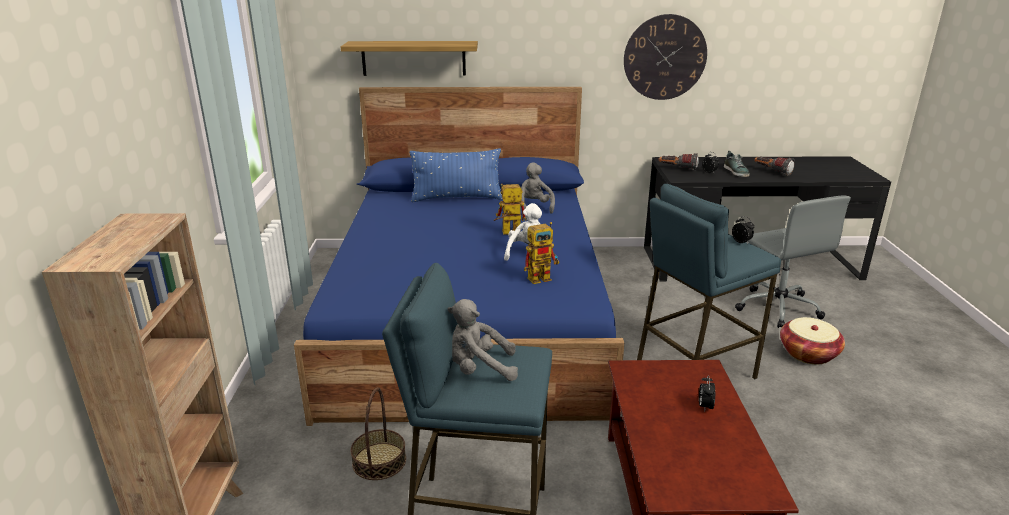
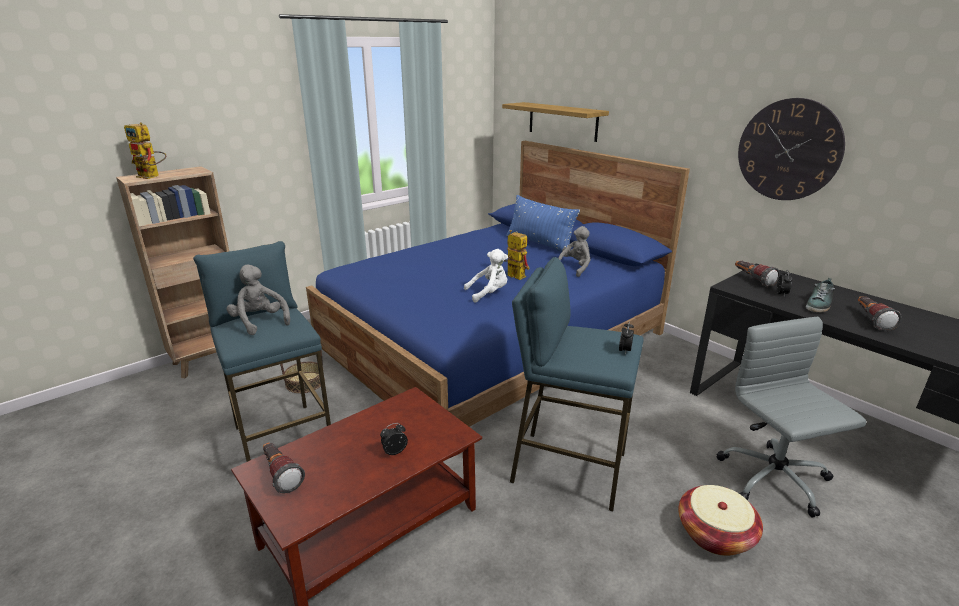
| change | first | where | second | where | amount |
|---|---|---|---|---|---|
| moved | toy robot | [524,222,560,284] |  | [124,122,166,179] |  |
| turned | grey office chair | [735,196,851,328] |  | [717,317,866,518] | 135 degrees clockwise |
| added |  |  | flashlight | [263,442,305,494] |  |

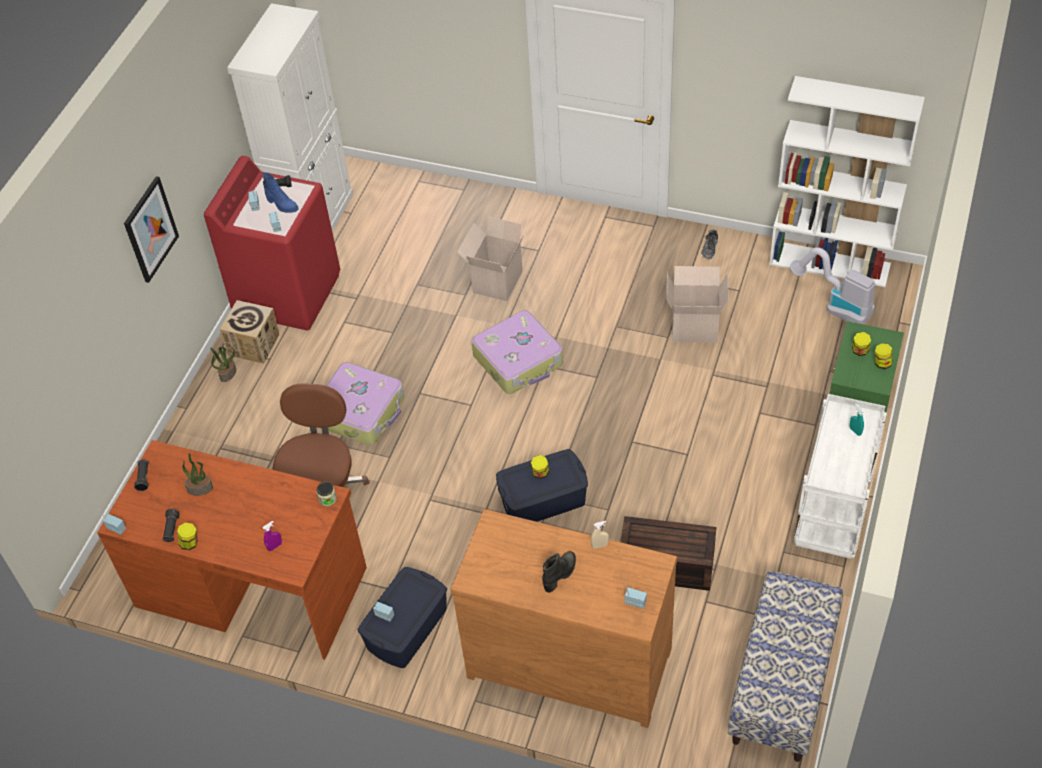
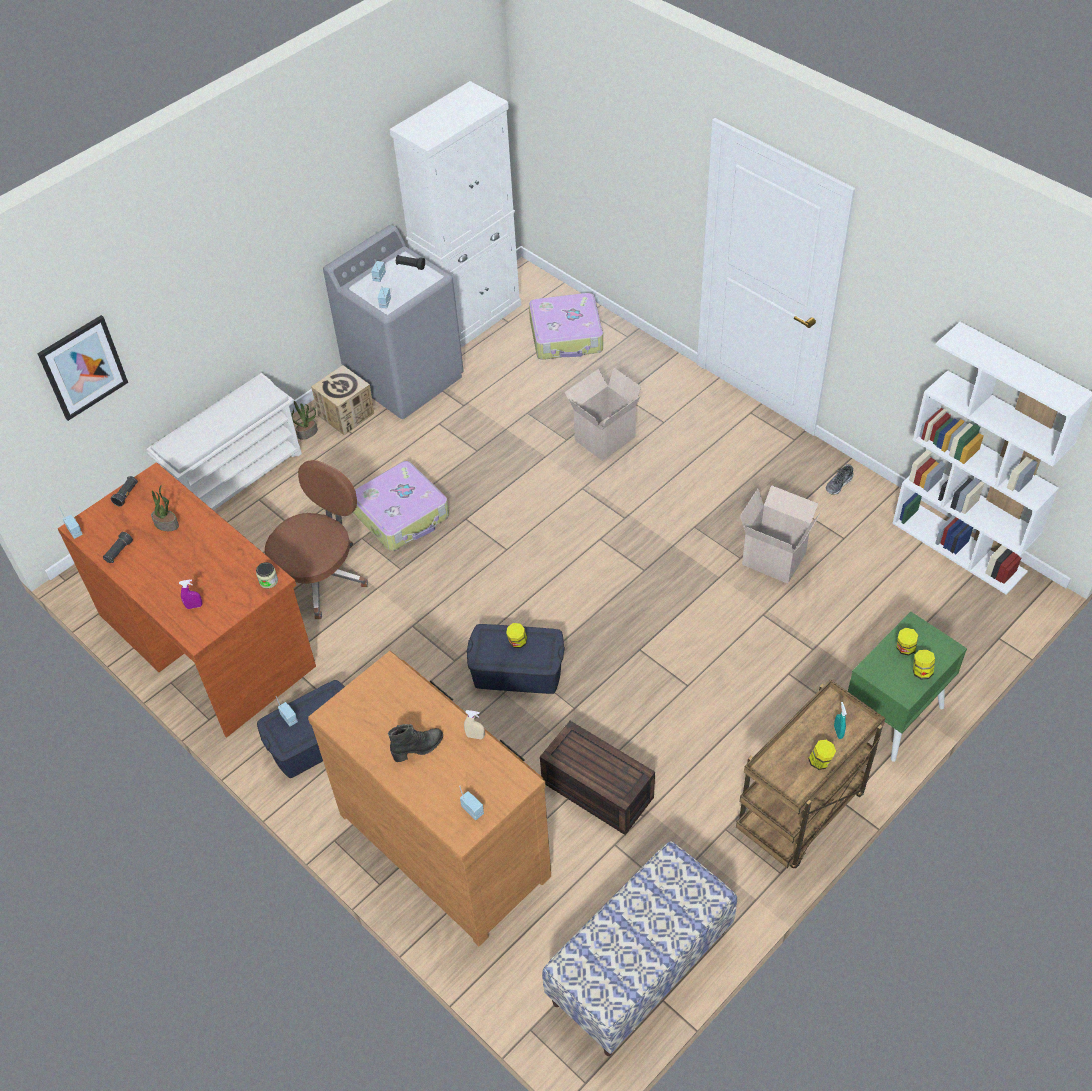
| change | first | where | second | where | amount |
|---|---|---|---|---|---|
| moved | picture | [124,176,179,283] |  | [37,315,128,421] |  |
| moved | jar | [177,523,197,550] |  | [808,740,836,770] |  |
| recoloured | red washing machine | [204,156,340,330] | grey washing machine | [323,225,463,419] |  |
| removed | blue boot | [262,173,299,213] |  |  |  |
| moved | suitcase | [471,310,563,394] |  | [529,293,603,360] |  |
| removed | vacuum cleaner | [790,247,875,324] |  |  |  |
| recoloured | white cart | [794,394,887,559] | brown cart | [736,680,886,868] |  |
| added |  |  | white shoe rack | [147,373,302,511] |  |

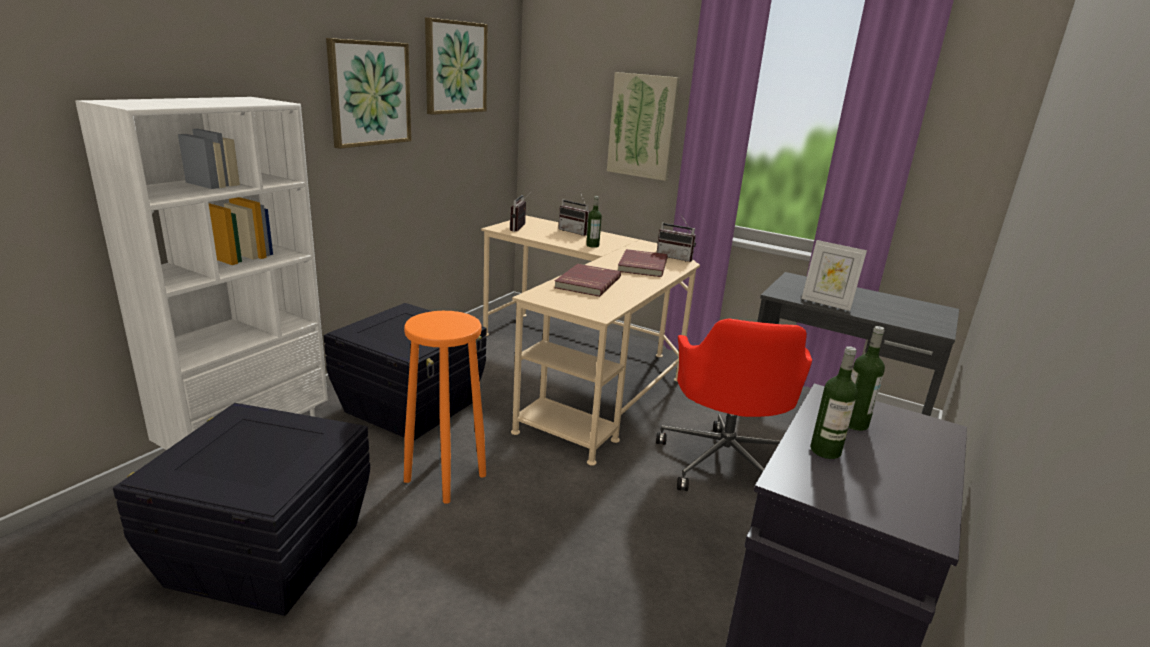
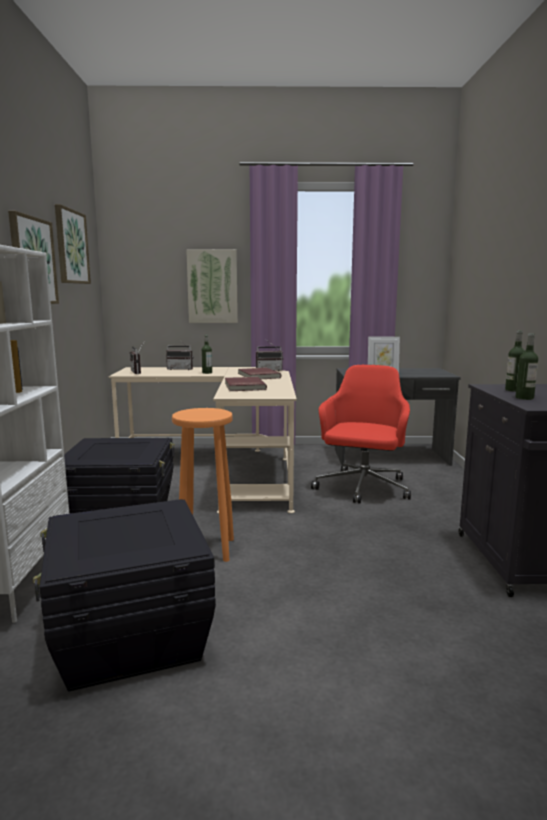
| change | first | where | second | where | amount |
|---|---|---|---|---|---|
| turned | red office chair | [656,319,812,491] |  | [311,365,411,503] | 135 degrees counterclockwise |

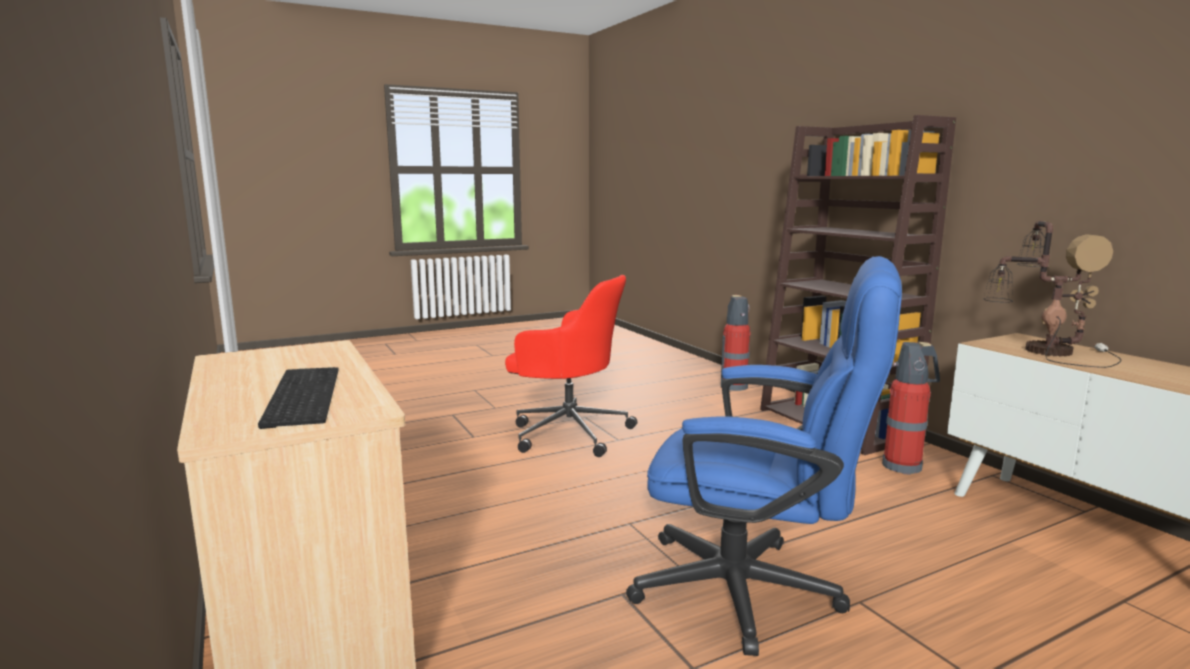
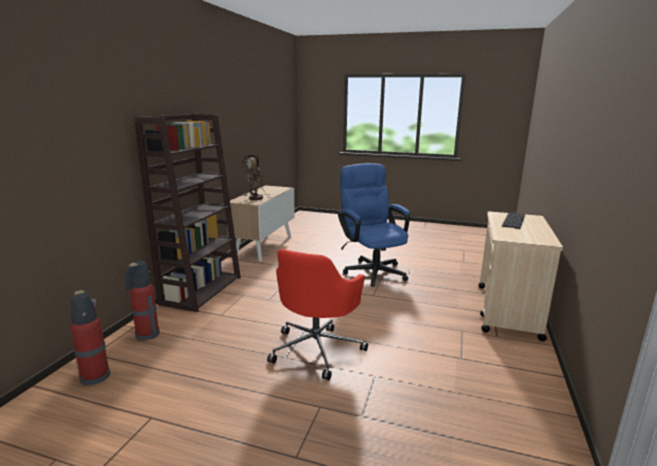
| change | first | where | second | where | amount |
|---|---|---|---|---|---|
| turned | red office chair | [505,275,637,457] |  | [267,249,368,380] | 135 degrees counterclockwise |
| moved | fire extinguisher | [882,342,940,475] |  | [70,290,111,385] |  |

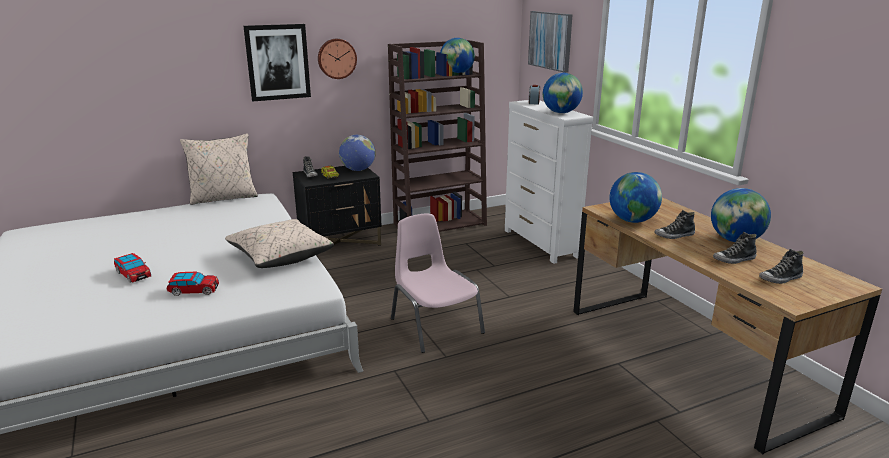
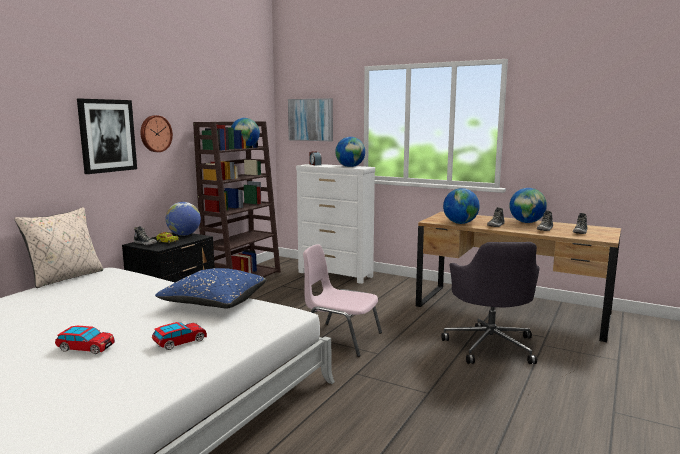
| change | first | where | second | where | amount |
|---|---|---|---|---|---|
| recoloured | beige pillow | [225,219,334,268] | blue pillow | [155,268,266,309] |  |
| added |  |  | grey office chair | [441,242,540,364] |  |

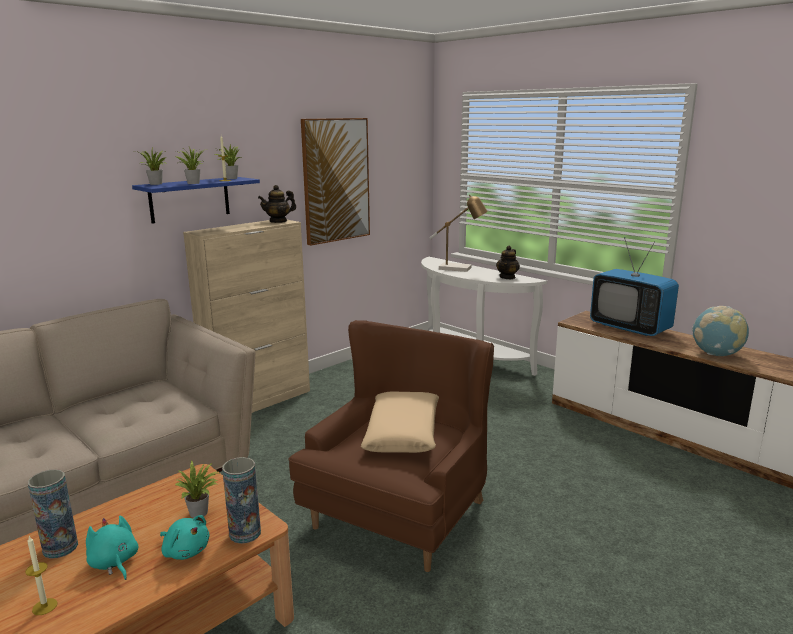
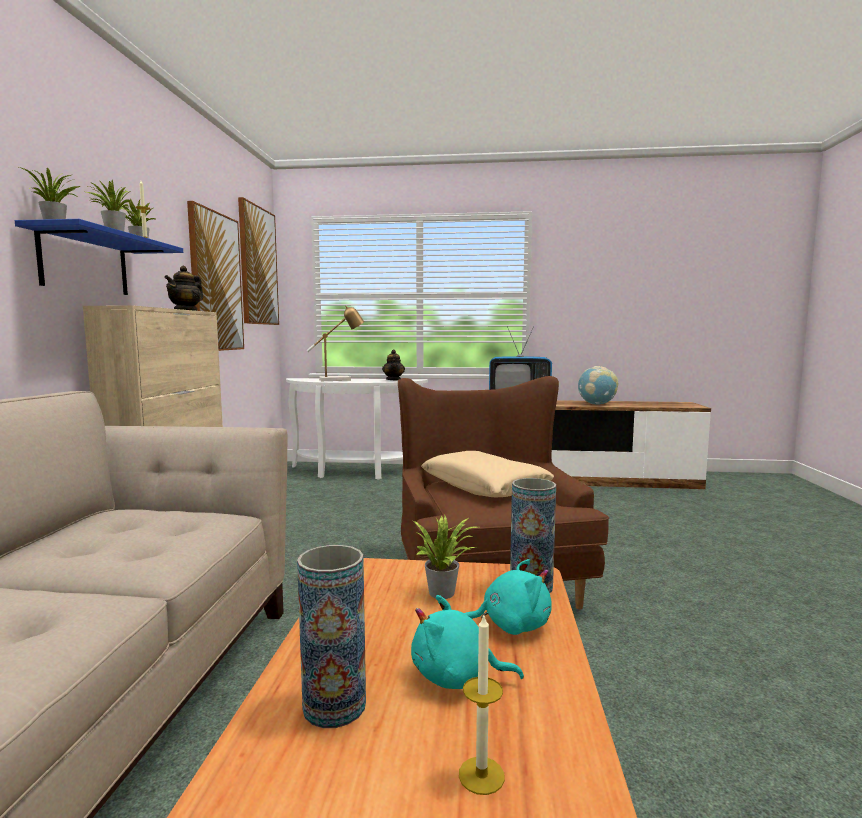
| change | first | where | second | where | amount |
|---|---|---|---|---|---|
| added |  |  | picture | [238,197,279,325] |  |

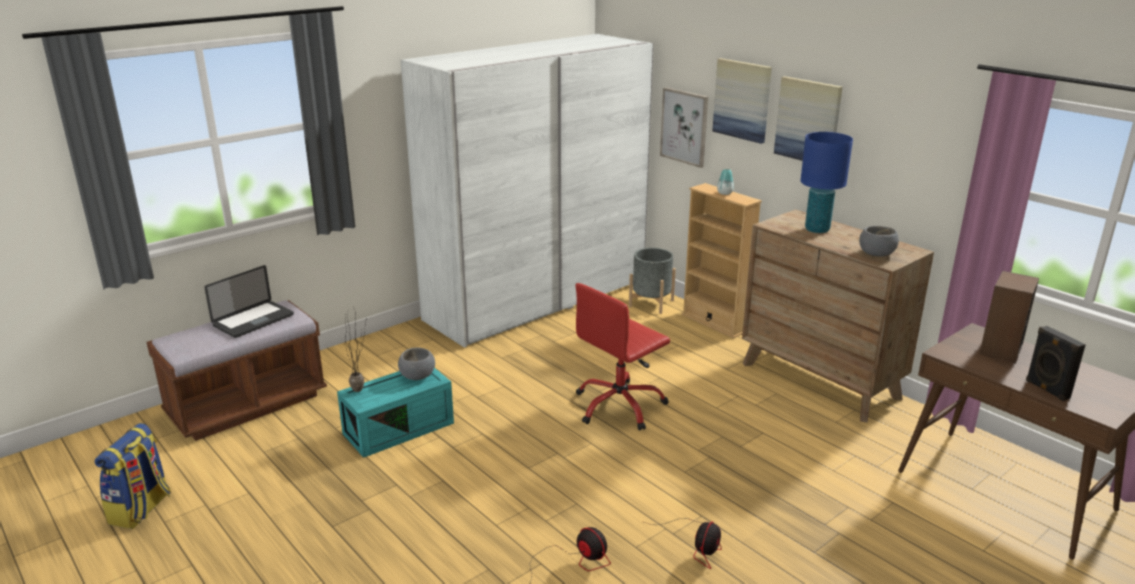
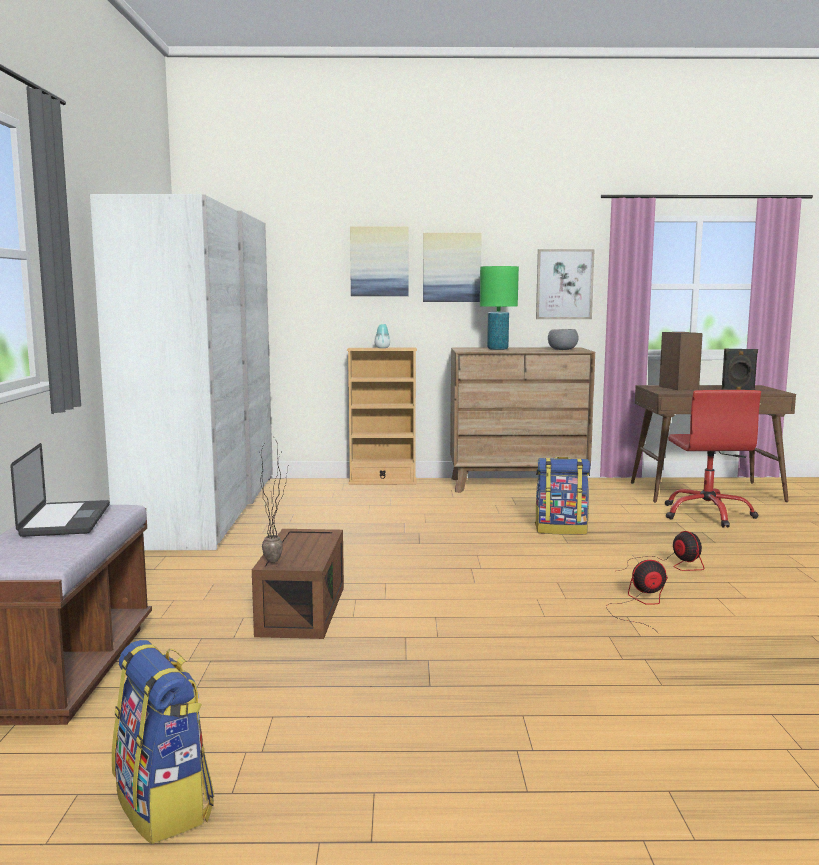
| change | first | where | second | where | amount |
|---|---|---|---|---|---|
| recoloured | turquoise storage box | [337,368,454,458] | brown storage box | [252,529,344,639] |  |
| removed | grey bowl | [398,348,435,380] |  |  |  |
| moved | red office chair | [575,283,670,431] |  | [665,390,761,528] |  |
| removed | grey planter | [629,248,676,314] |  |  |  |
| moved | picture | [660,87,708,168] |  | [536,249,595,319] |  |
| recoloured | blue table lamp | [800,132,853,233] | green table lamp | [480,266,519,350] |  |
| added |  |  | backpack | [535,457,591,535] |  |

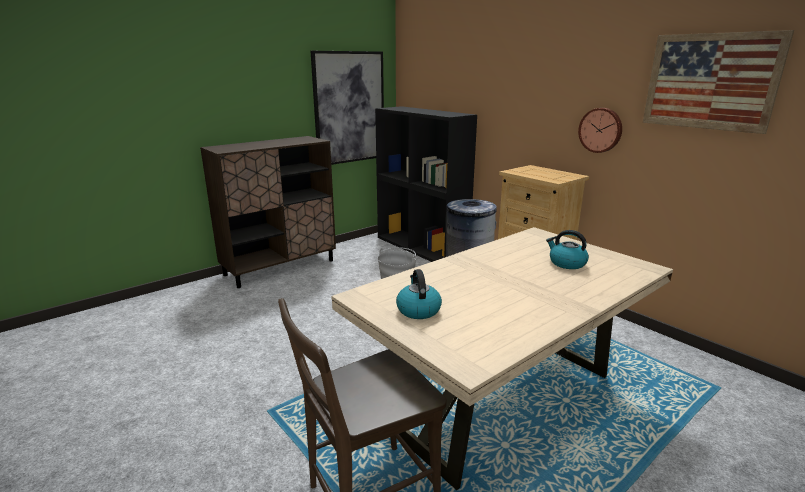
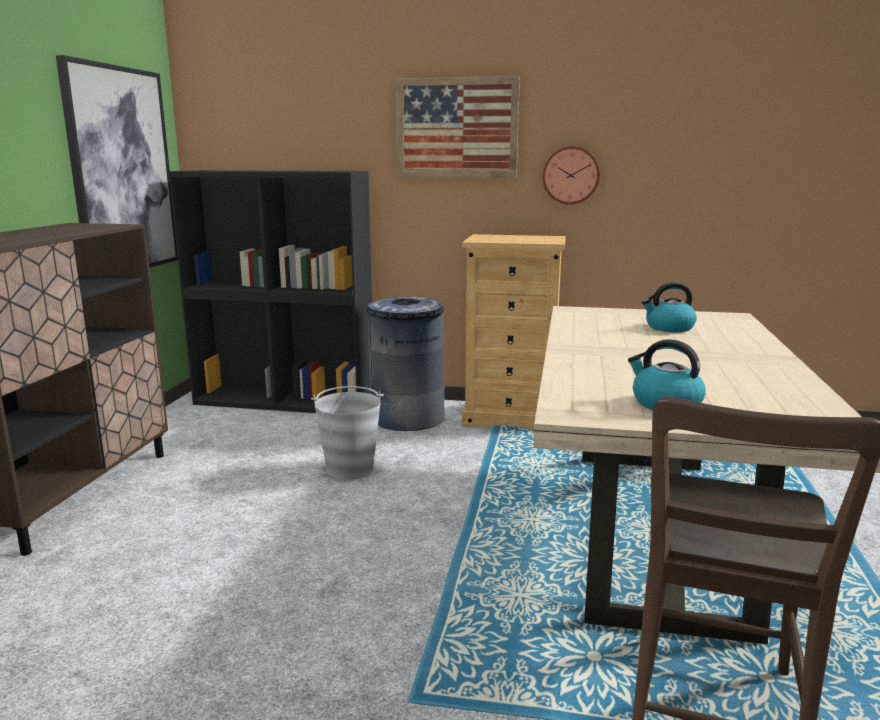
| change | first | where | second | where | amount |
|---|---|---|---|---|---|
| moved | picture | [643,30,794,134] |  | [396,76,520,178] |  |

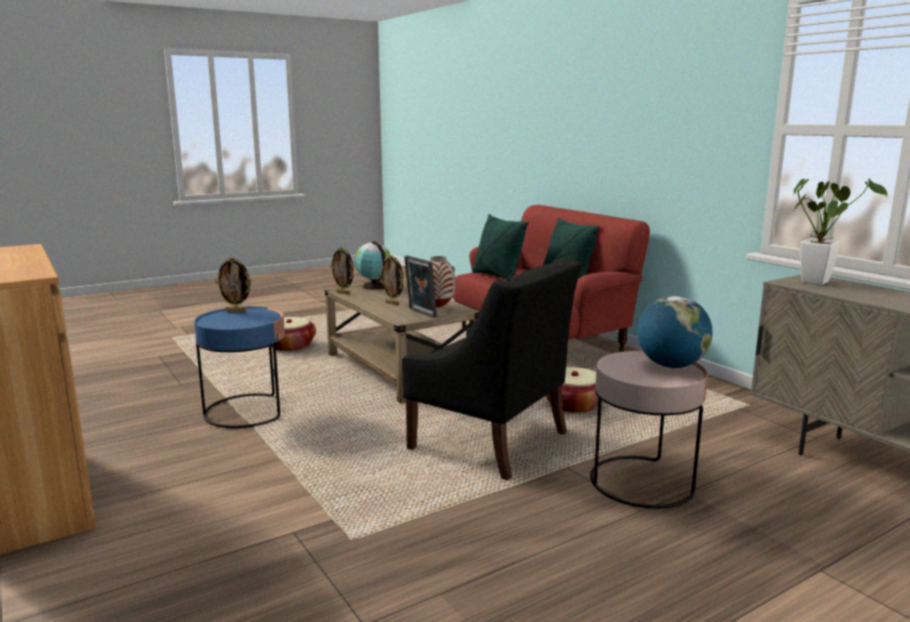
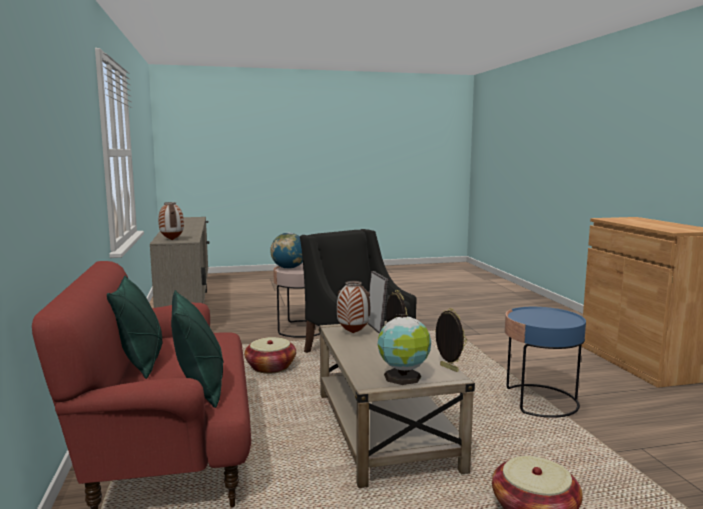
| change | first | where | second | where | amount |
|---|---|---|---|---|---|
| removed | picture frame | [215,257,252,312] |  |  |  |
| replaced | potted plant | [794,178,888,285] | vase | [158,202,184,240] |  |

